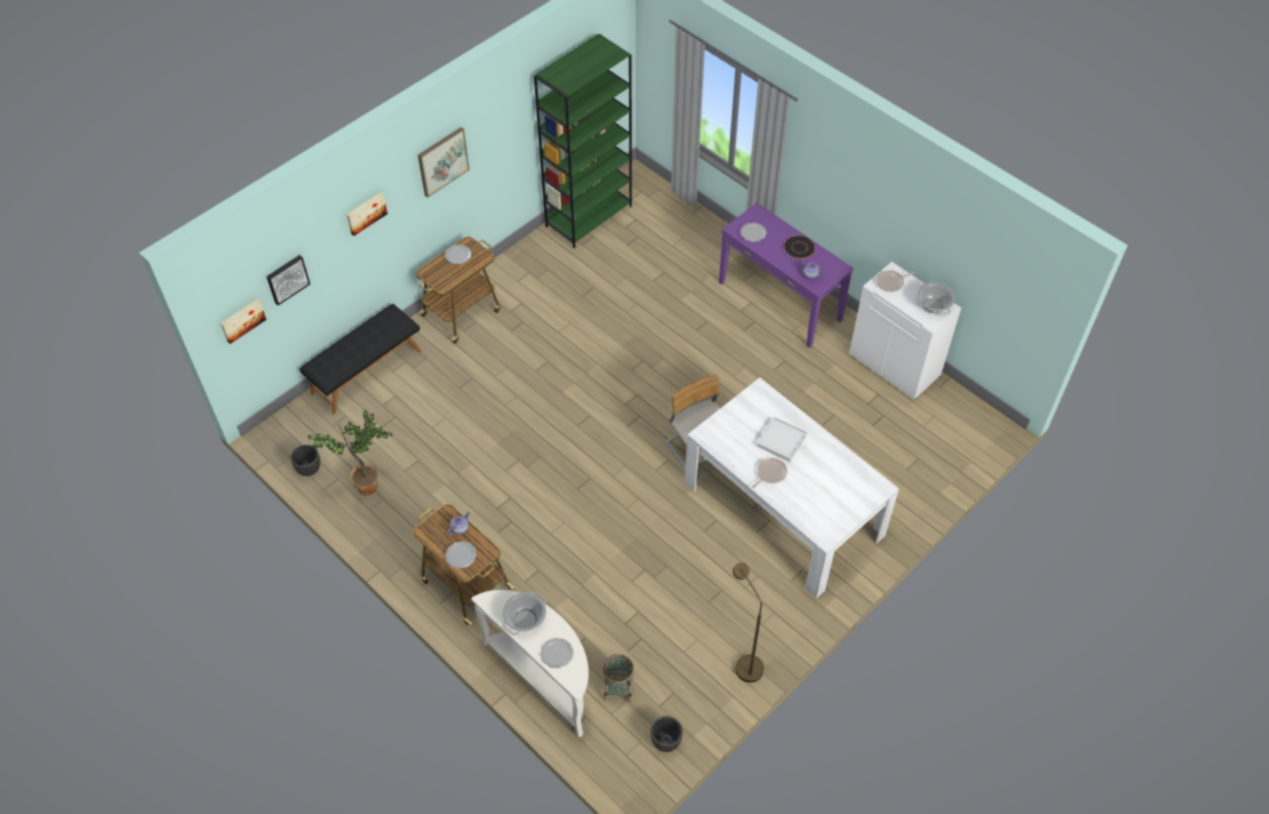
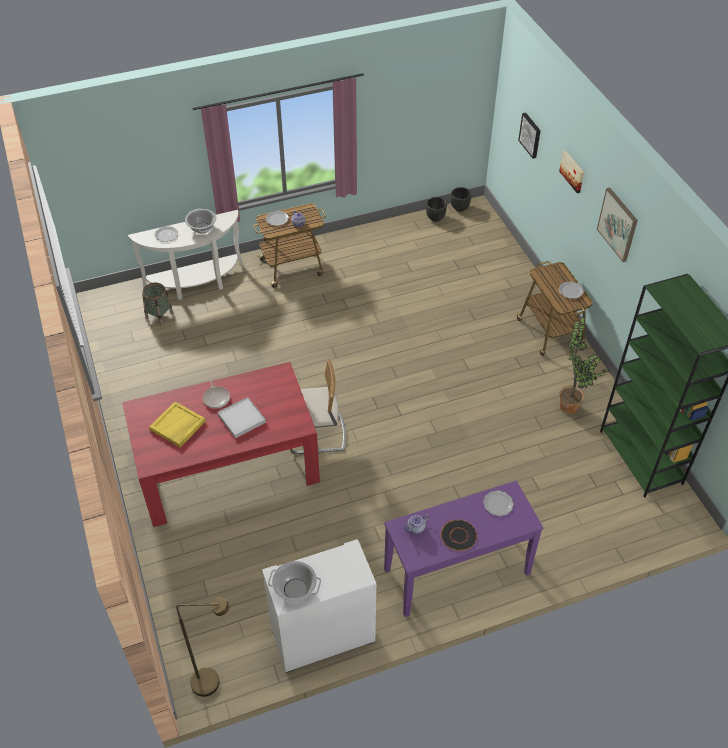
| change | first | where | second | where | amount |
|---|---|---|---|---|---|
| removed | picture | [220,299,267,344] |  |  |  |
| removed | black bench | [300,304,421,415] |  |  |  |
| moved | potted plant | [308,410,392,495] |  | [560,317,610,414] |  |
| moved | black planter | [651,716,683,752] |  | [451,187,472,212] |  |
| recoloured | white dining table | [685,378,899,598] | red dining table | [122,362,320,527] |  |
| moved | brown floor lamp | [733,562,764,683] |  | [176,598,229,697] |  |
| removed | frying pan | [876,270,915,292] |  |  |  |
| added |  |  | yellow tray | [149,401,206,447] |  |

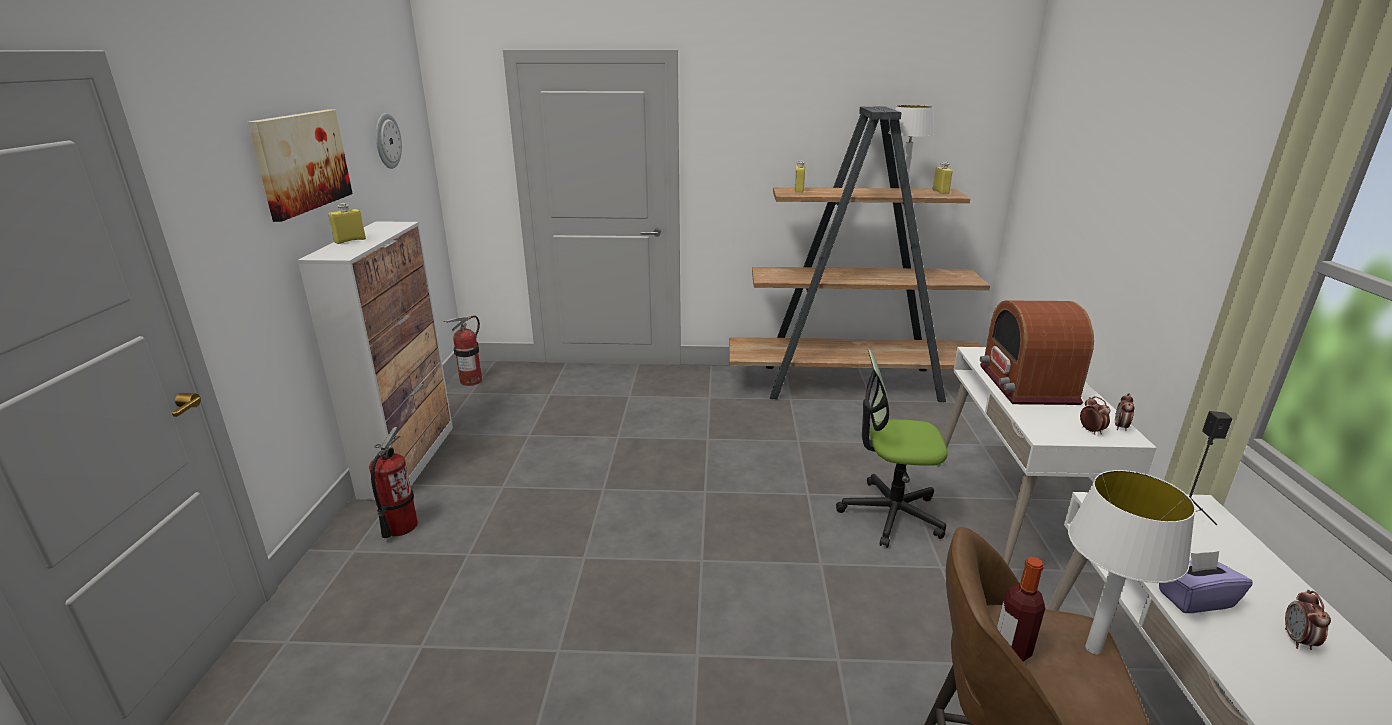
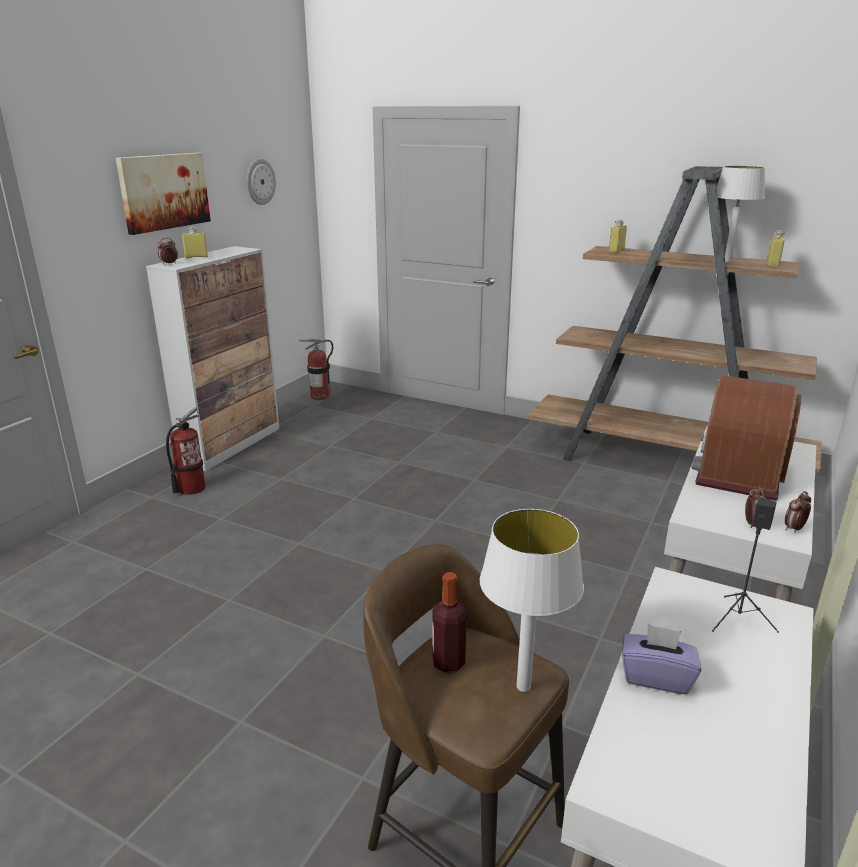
| change | first | where | second | where | amount |
|---|---|---|---|---|---|
| removed | office chair | [836,349,948,548] |  |  |  |
| moved | alarm clock | [1285,590,1331,650] |  | [157,238,178,265] |  |

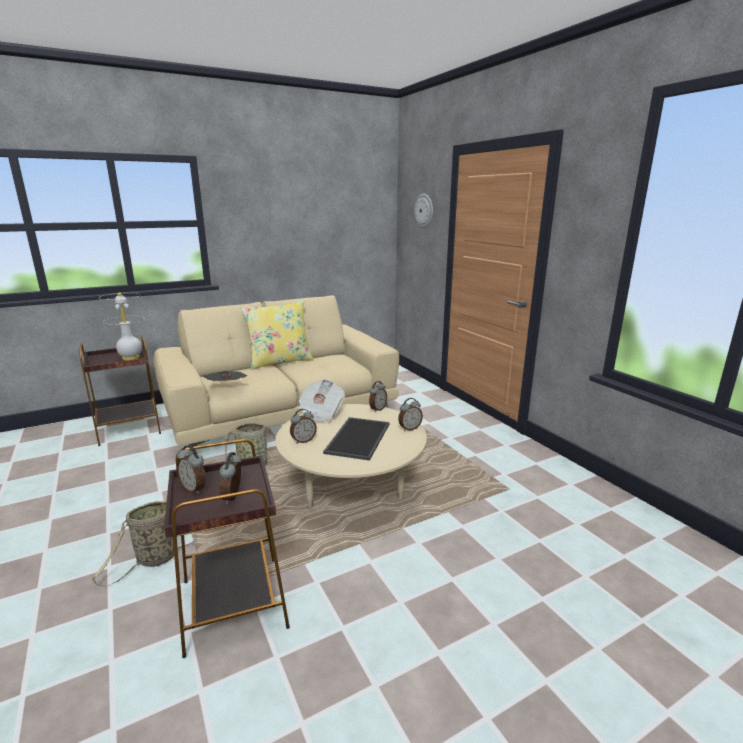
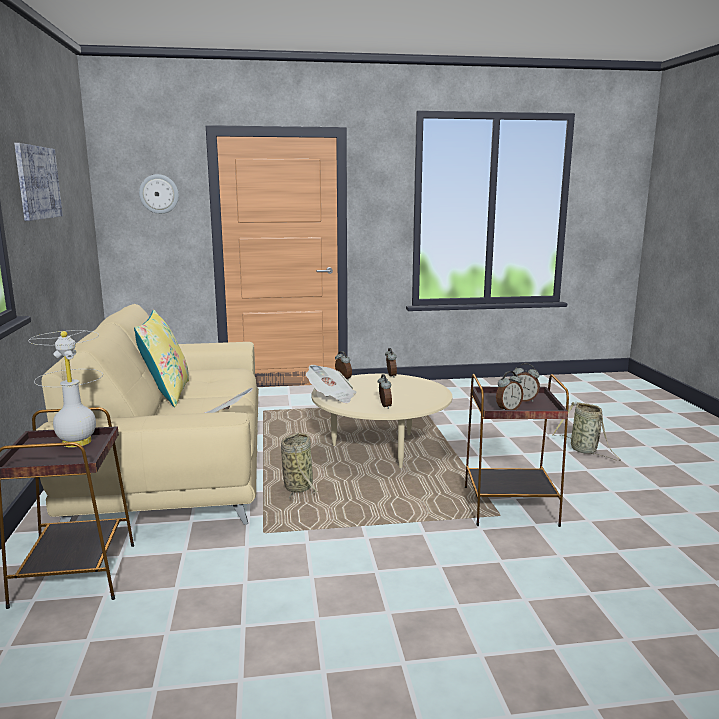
| change | first | where | second | where | amount |
|---|---|---|---|---|---|
| moved | basket | [91,501,197,587] |  | [552,402,621,461] |  |
| removed | tray | [323,417,390,461] |  |  |  |
| added |  |  | picture | [14,143,63,221] |  |

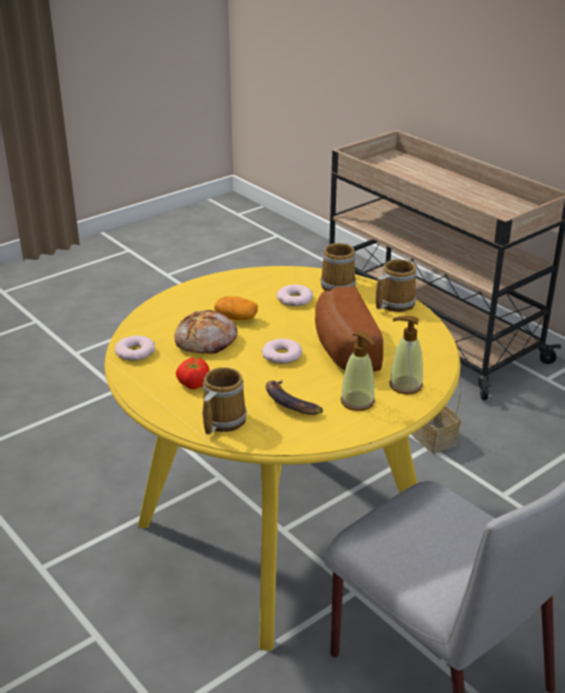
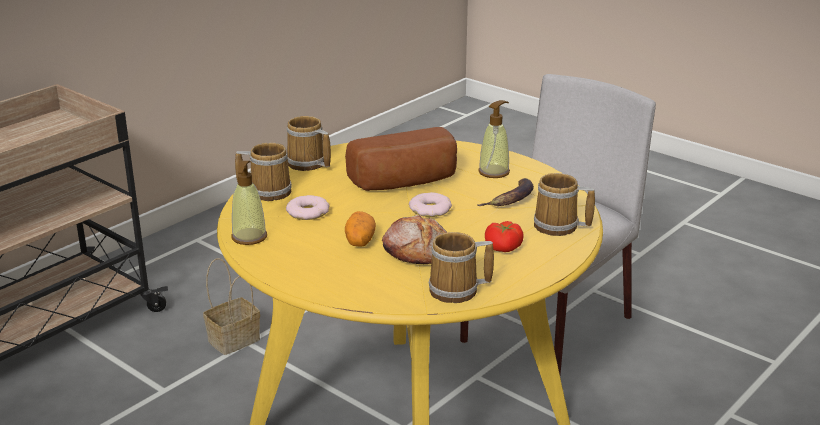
| change | first | where | second | where | amount |
|---|---|---|---|---|---|
| replaced | donut | [115,336,155,361] | mug | [428,232,494,303] |  |
| moved | soap dispenser | [389,316,423,394] |  | [232,161,267,245] |  |

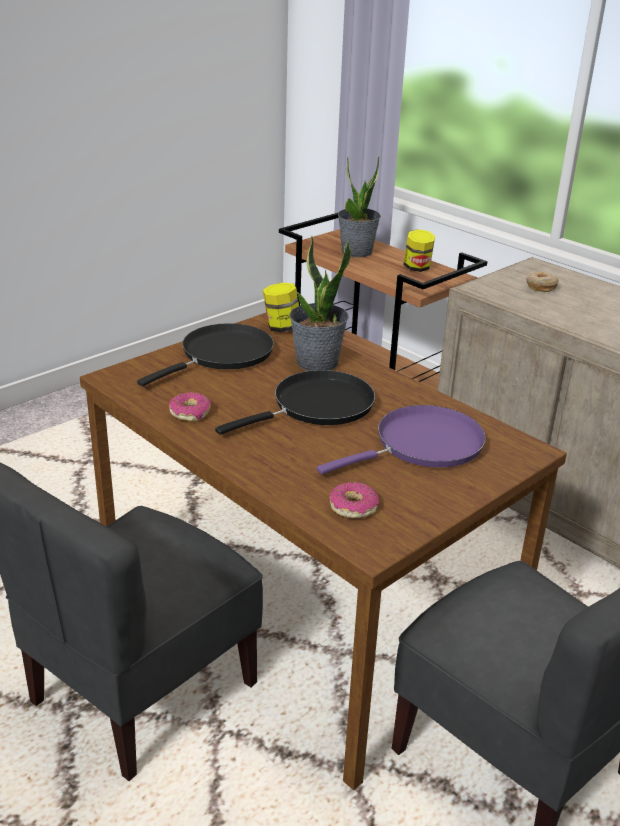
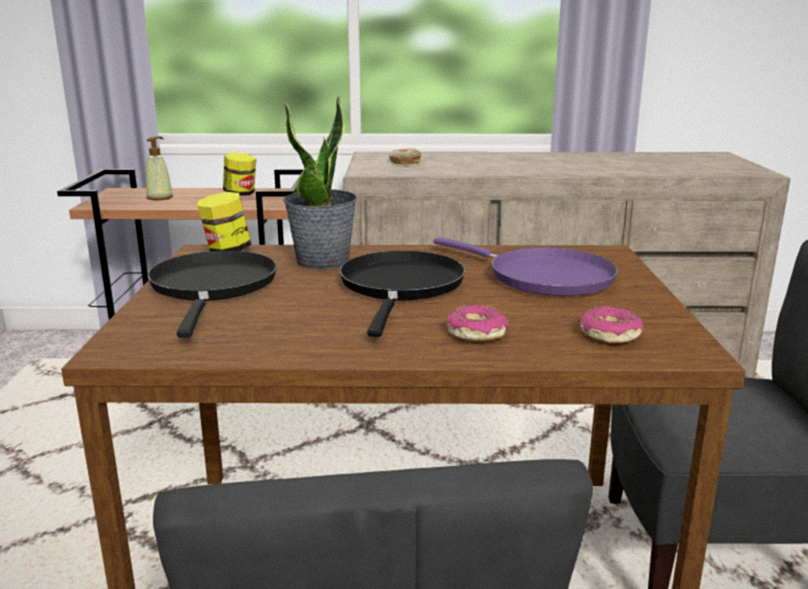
| change | first | where | second | where | amount |
|---|---|---|---|---|---|
| moved | donut | [169,392,211,422] |  | [447,305,508,341] |  |
| turned | purple frying pan | [317,405,486,474] |  | [434,237,618,296] | 120 degrees clockwise |
| replaced | potted plant | [338,156,381,257] | soap dispenser | [146,136,173,200] |  |

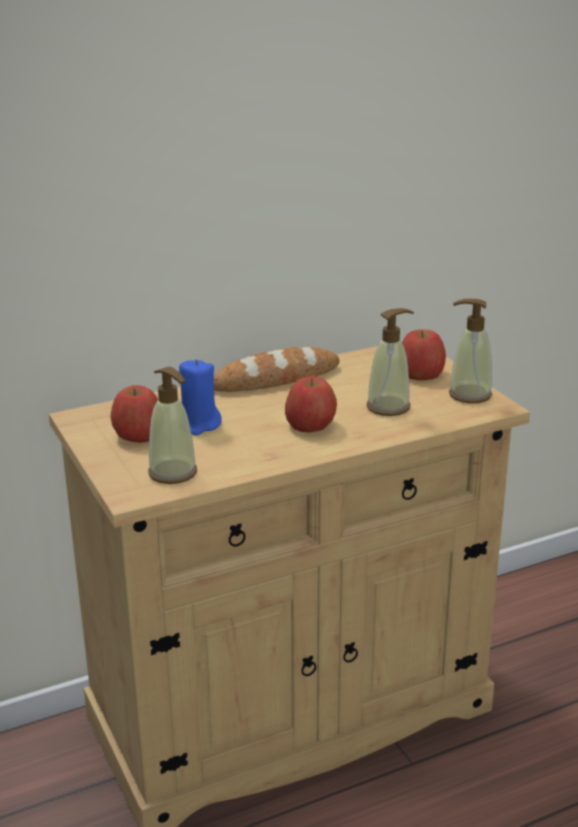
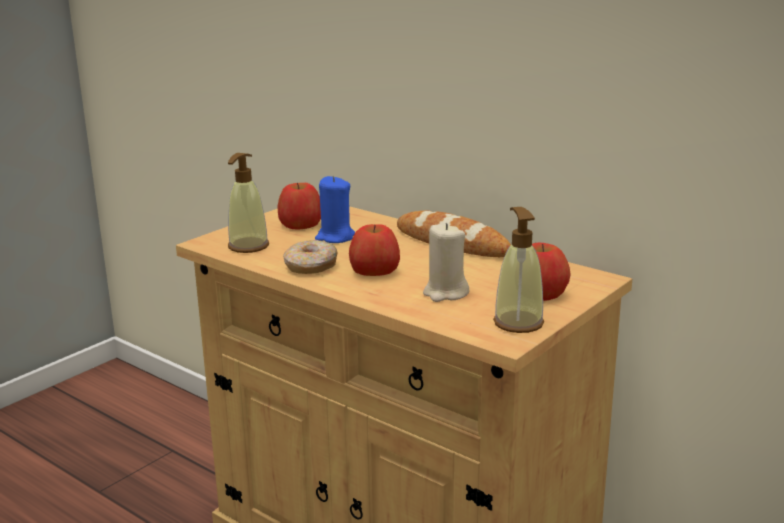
| change | first | where | second | where | amount |
|---|---|---|---|---|---|
| replaced | soap dispenser | [367,308,414,416] | beige candle | [423,223,469,302] |  |
| added |  |  | donut | [283,240,338,274] |  |

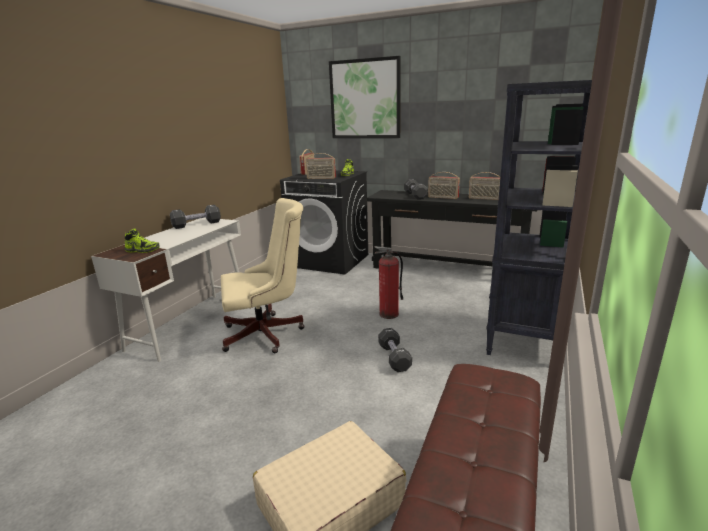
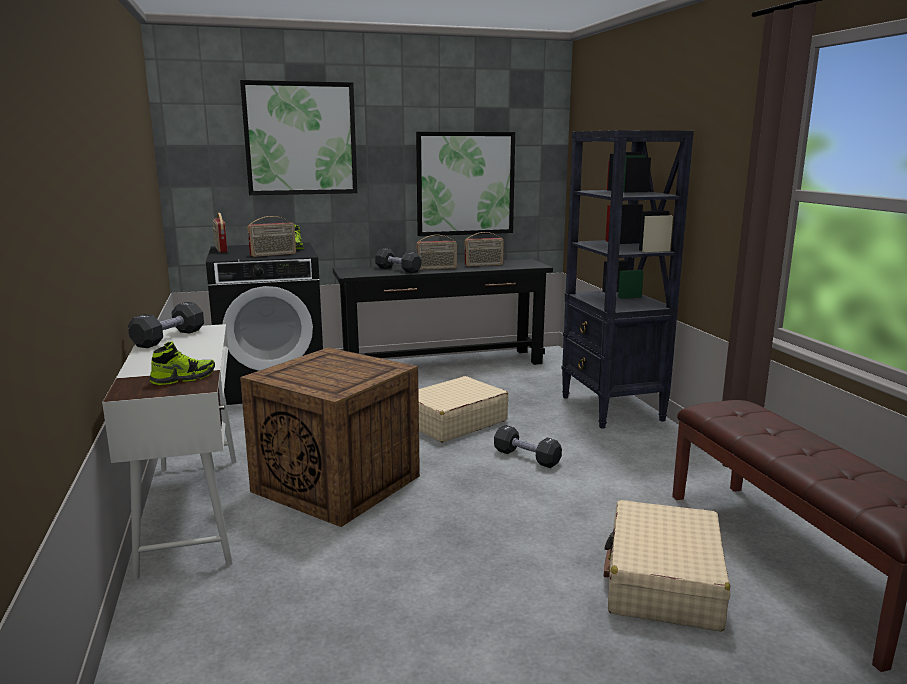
| change | first | where | second | where | amount |
|---|---|---|---|---|---|
| replaced | beige office chair | [221,198,305,353] | crate | [240,347,420,527] |  |
| replaced | fire extinguisher | [374,246,403,319] | beige suitcase | [418,376,509,443] |  |
| added |  |  | picture | [416,132,515,236] |  |

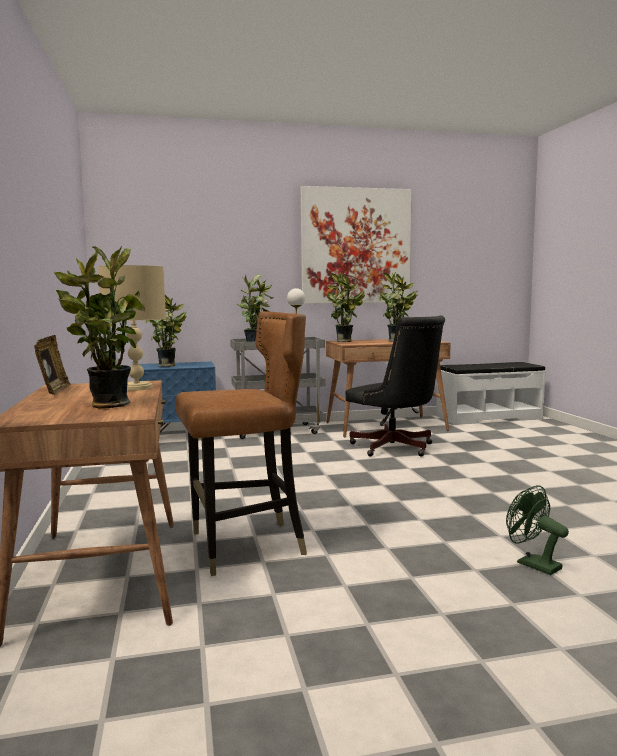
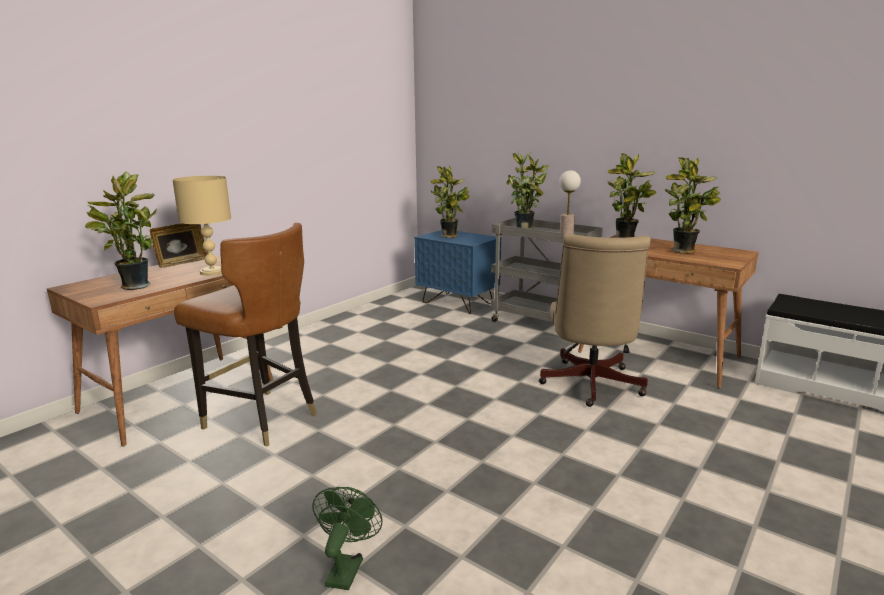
| change | first | where | second | where | amount |
|---|---|---|---|---|---|
| removed | picture | [301,186,411,304] |  |  |  |
| recoloured | black office chair | [345,315,445,457] | beige office chair | [539,233,651,407] |  |

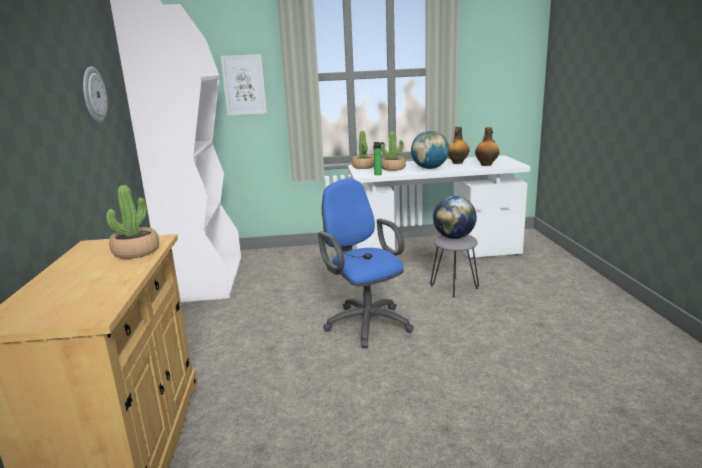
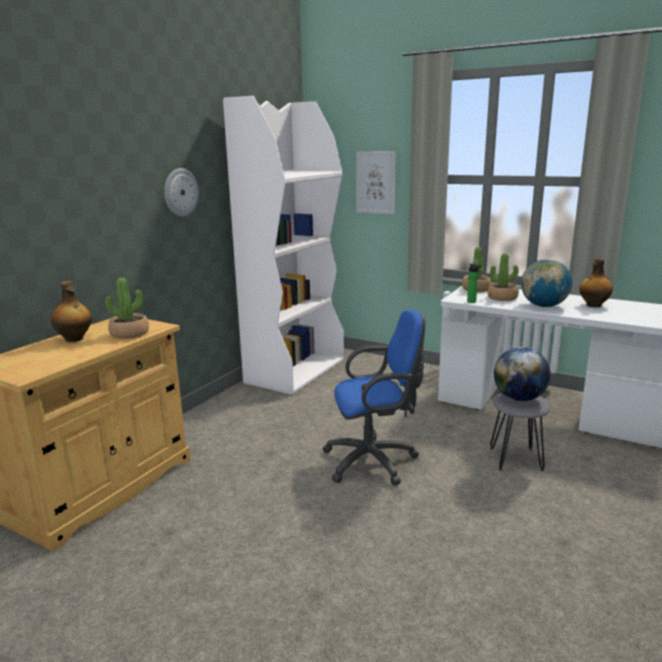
| change | first | where | second | where | amount |
|---|---|---|---|---|---|
| turned | blue office chair | [318,179,414,348] |  | [323,310,425,486] | 75 degrees clockwise |
| moved | bottle | [475,127,499,166] |  | [51,281,92,342] |  |

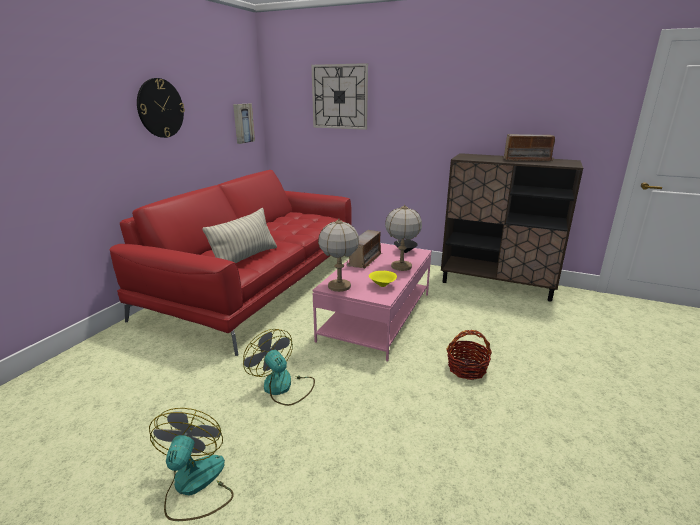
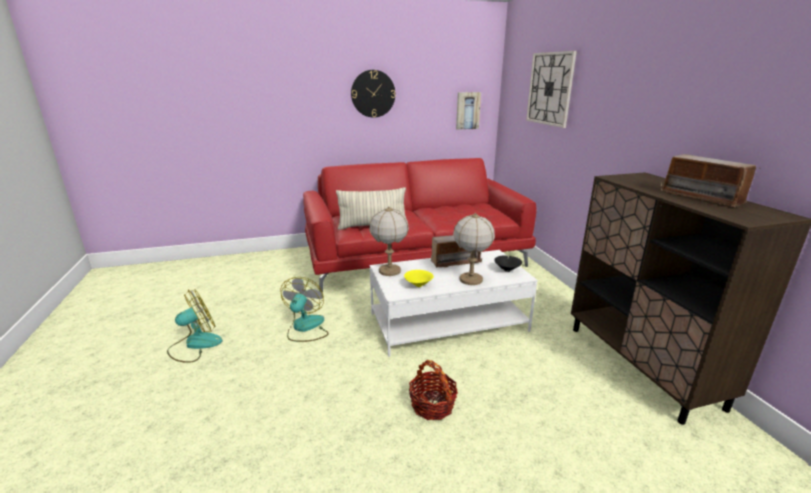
| change | first | where | second | where | amount |
|---|---|---|---|---|---|
| recoloured | pink coffee table | [312,243,432,361] | white coffee table | [370,250,538,357] |  |

